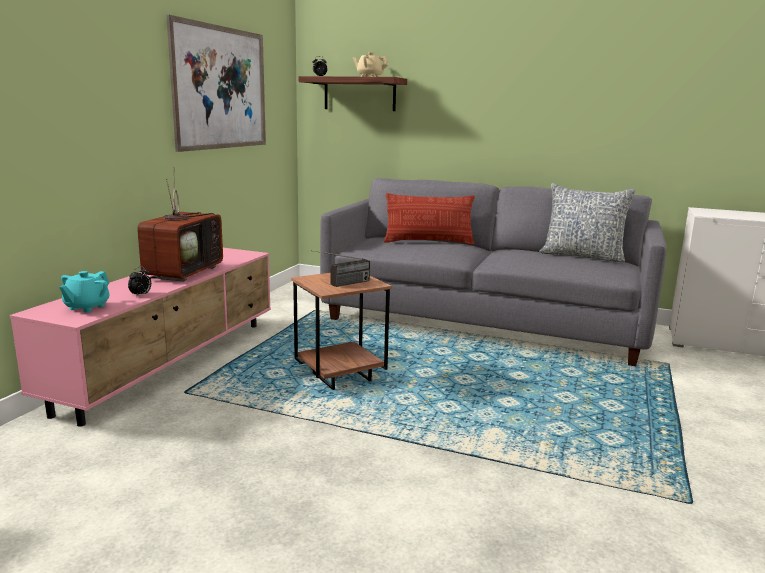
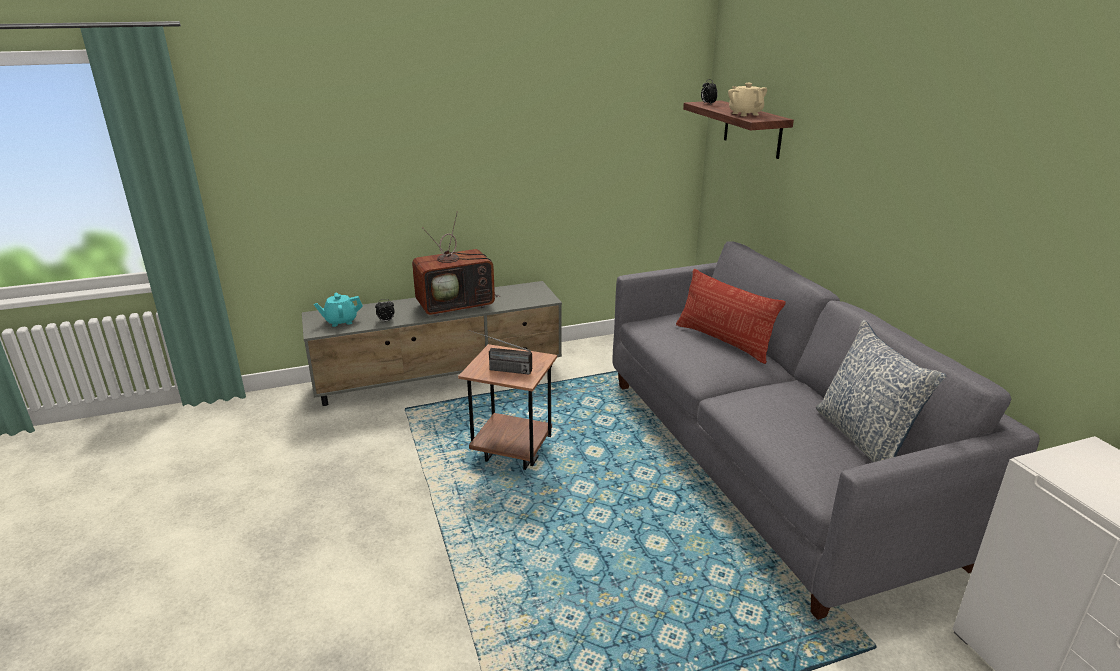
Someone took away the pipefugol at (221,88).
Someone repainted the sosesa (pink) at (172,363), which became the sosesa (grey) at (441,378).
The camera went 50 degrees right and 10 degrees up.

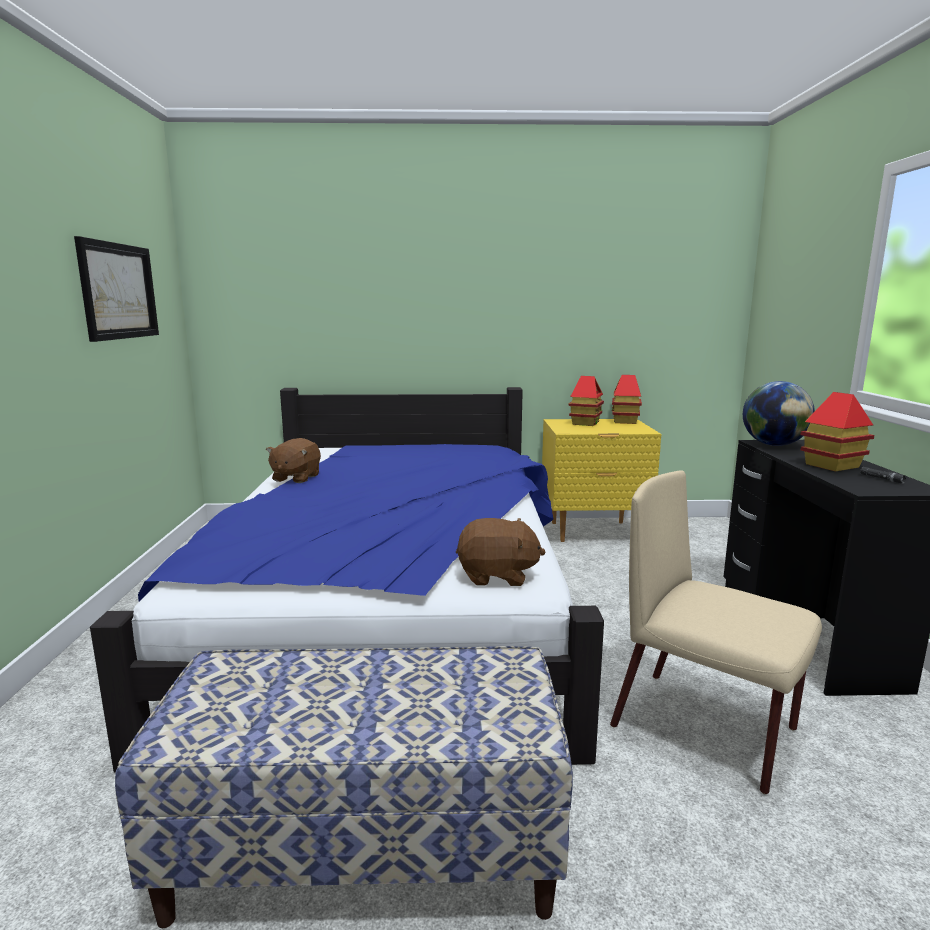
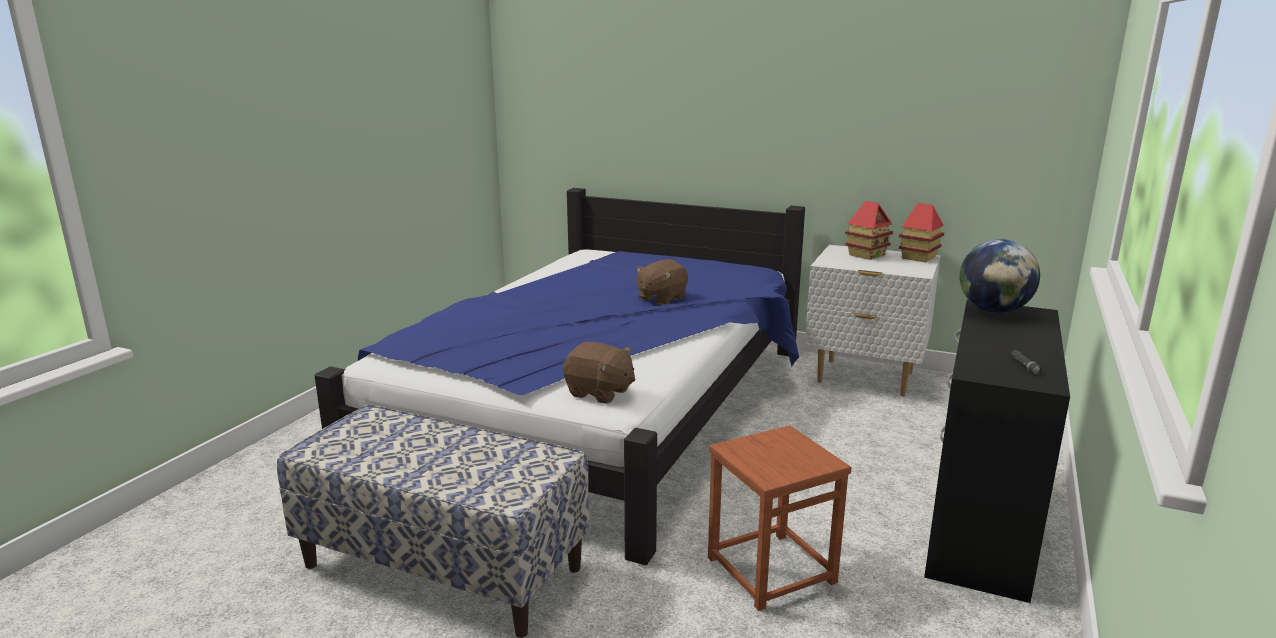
Someone took away the pipefugol at (118,291).
Someone took away the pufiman at (832,465).
Someone repainted the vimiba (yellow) at (593,532), which became the vimiba (white) at (865,378).
Someone carried the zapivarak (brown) from (295,478) to (661,298).
Someone swapped the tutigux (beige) at (706,728) for the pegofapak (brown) at (770,569).
The camera went 25 degrees right and 5 degrees up.

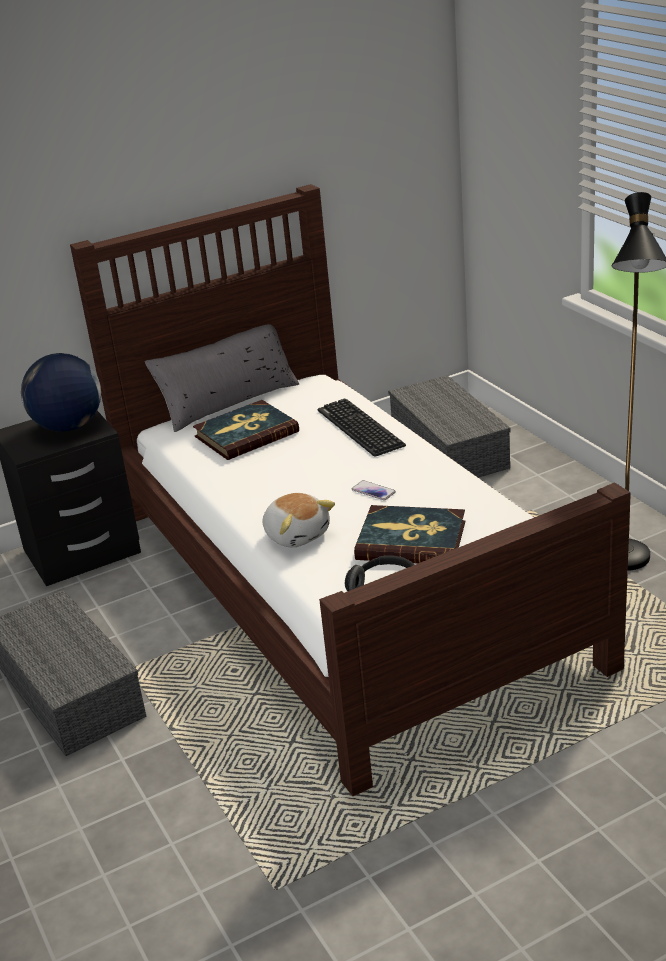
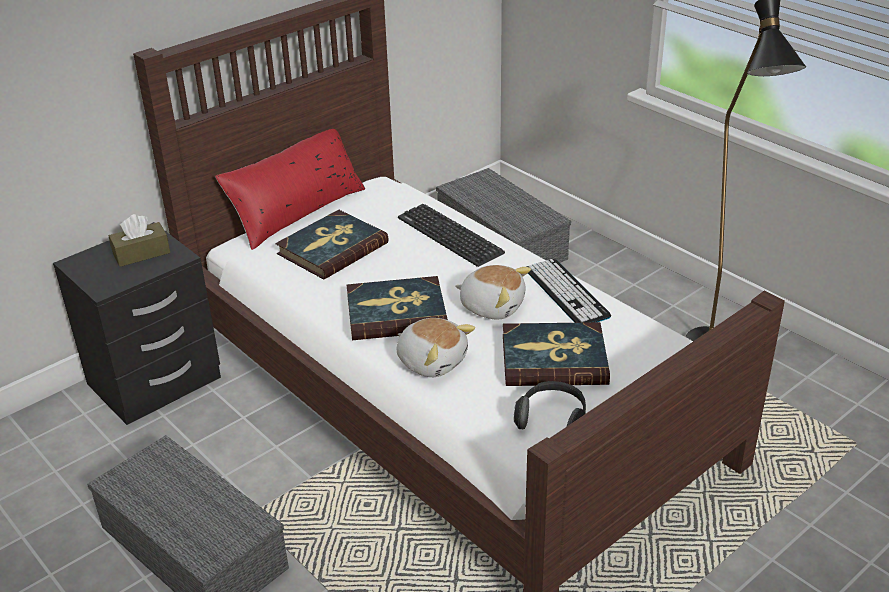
Someone repainted the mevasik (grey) at (228,402), which became the mevasik (red) at (297,212).
Someone swapped the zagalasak at (68,427) for the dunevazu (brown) at (141,253).
Someone swapped the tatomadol at (373,491) for the zapivarak at (492,306).
Someone put down the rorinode at (566,293).
Someone put down the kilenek at (396,313).
The camera went 15 degrees left and 5 degrees up.

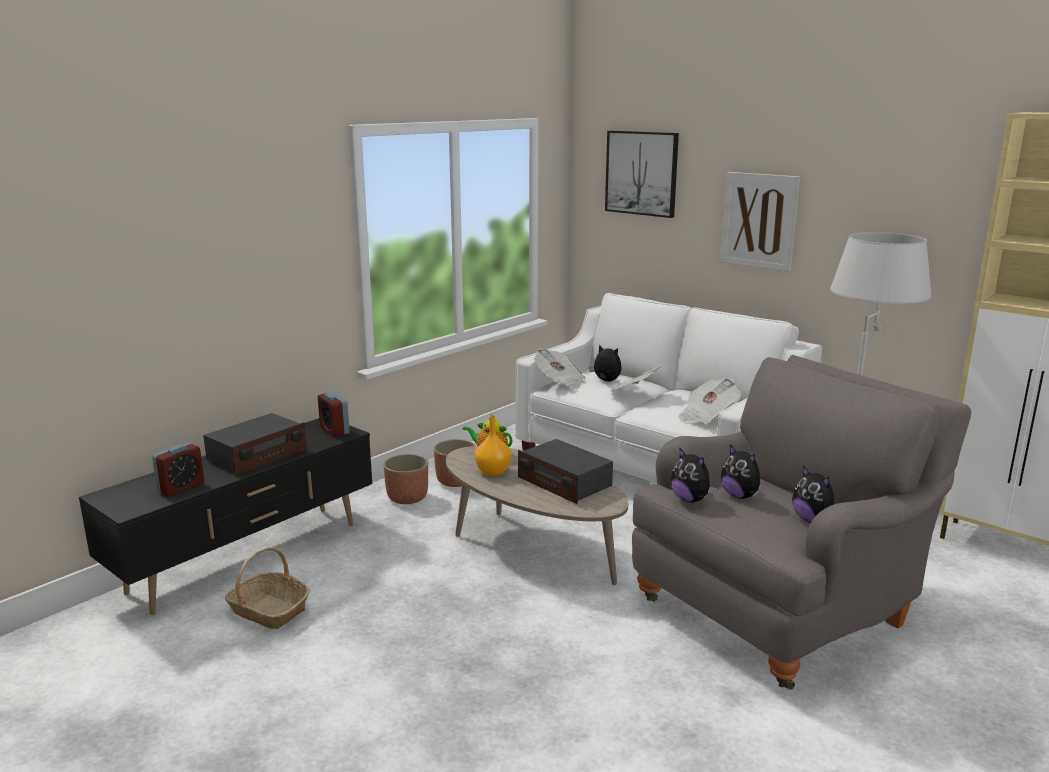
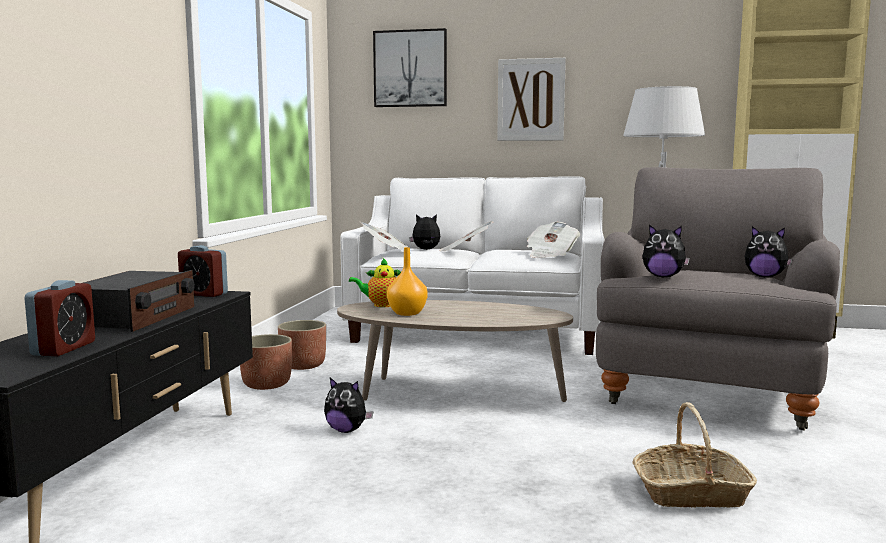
Someone took away the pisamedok at (564,482).
Someone carried the zapivarak from (740,496) to (347,430).
Someone carried the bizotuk from (268,610) to (691,493).
The camera went 30 degrees left and 10 degrees down.

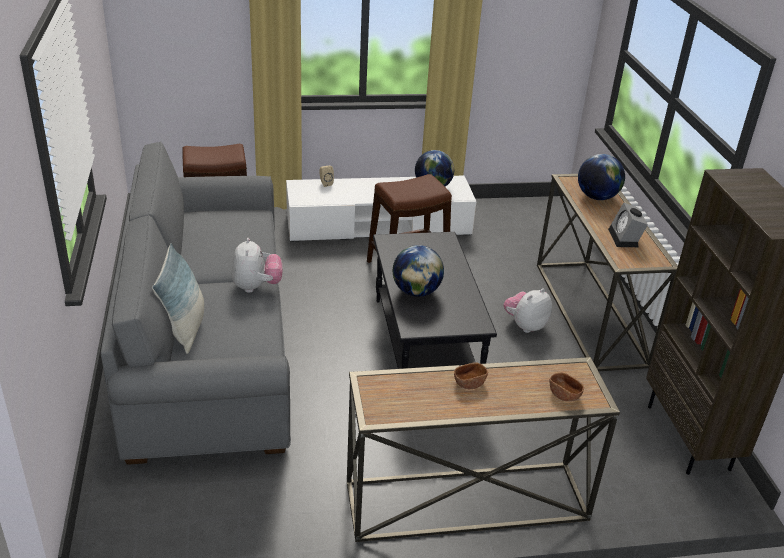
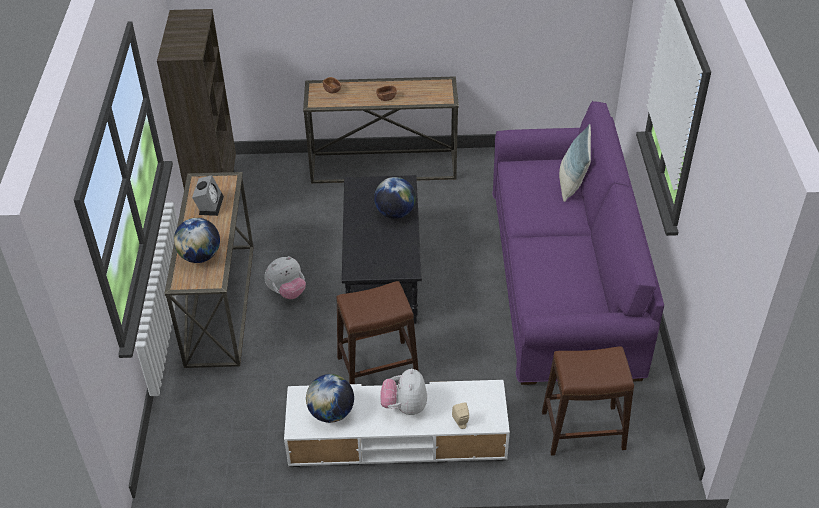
Someone repainted the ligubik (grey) at (208,345), which became the ligubik (purple) at (563,281).
Someone carried the zapivarak from (256,287) to (404,407).
The camera went 170 degrees left and 10 degrees up.

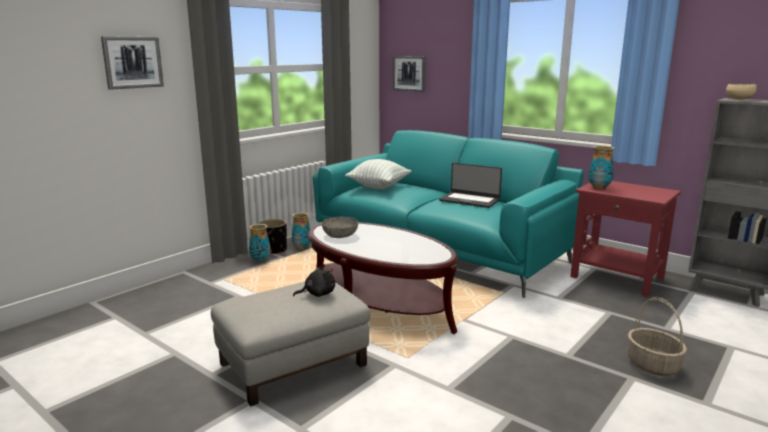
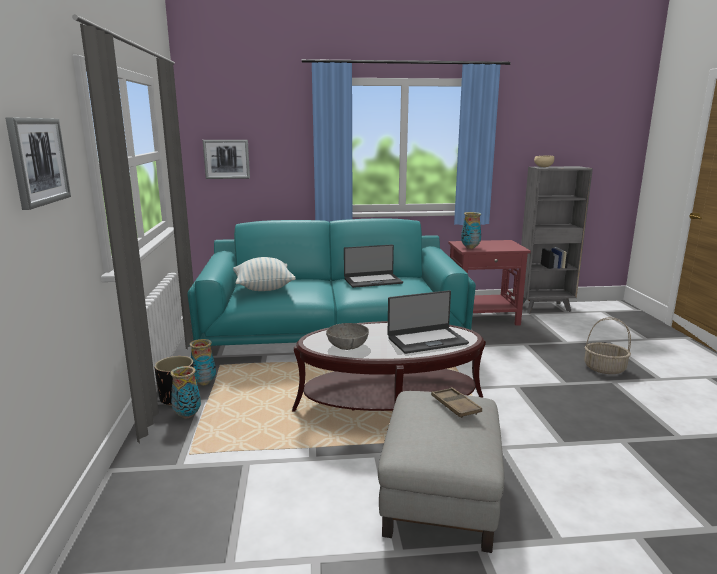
Someone swapped the zapivarak (black) at (317,294) for the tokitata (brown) at (455,406).
Someone put down the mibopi at (426,340).
The camera went 45 degrees left and 0 degrees up.

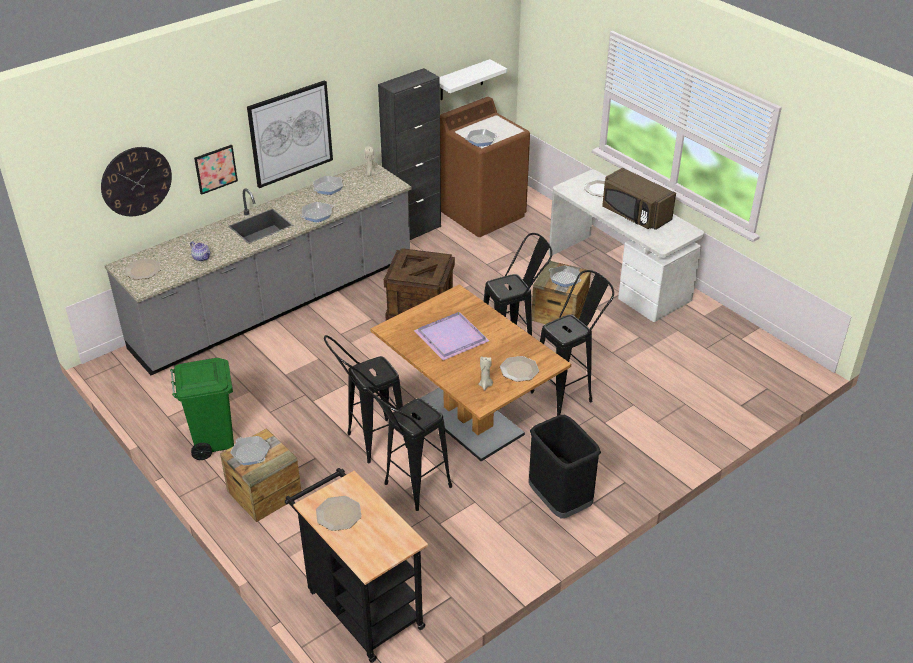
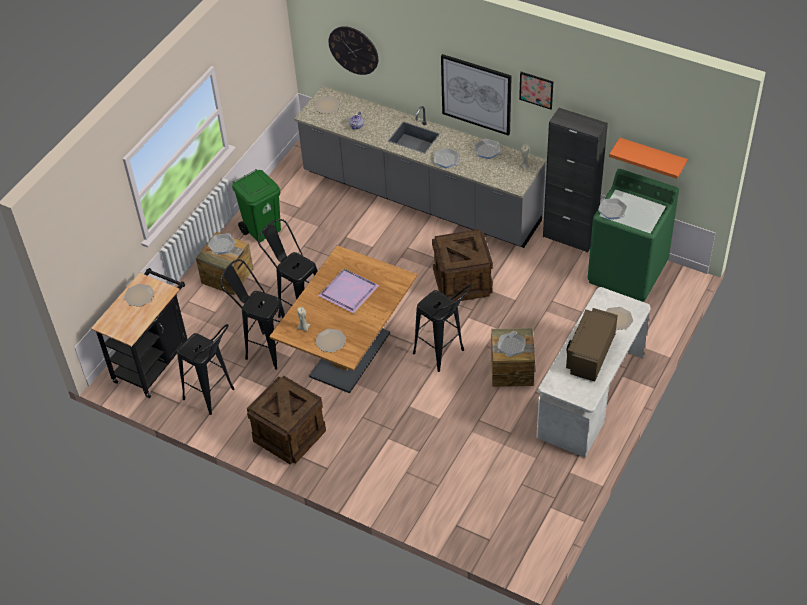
Someone repainted the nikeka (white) at (461,80), which became the nikeka (orange) at (652,157).
Someone repainted the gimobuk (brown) at (482,213), which became the gimobuk (green) at (628,272).
Someone carried the pipefugol from (215,169) to (536,90).
Someone carried the pegofapak (black) from (568,393) to (215,397).
Someone swapped the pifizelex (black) at (559,502) for the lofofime at (289,434).
The camera went 70 degrees right and 10 degrees up.

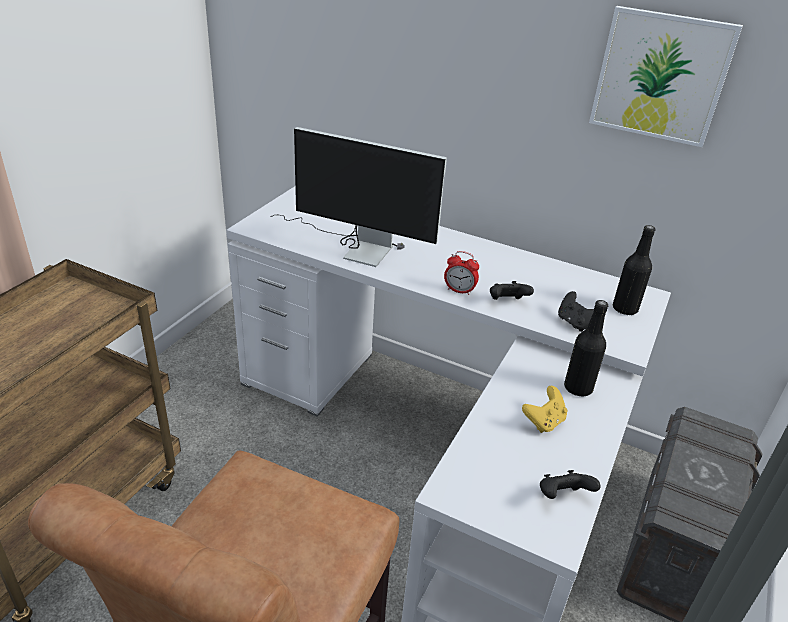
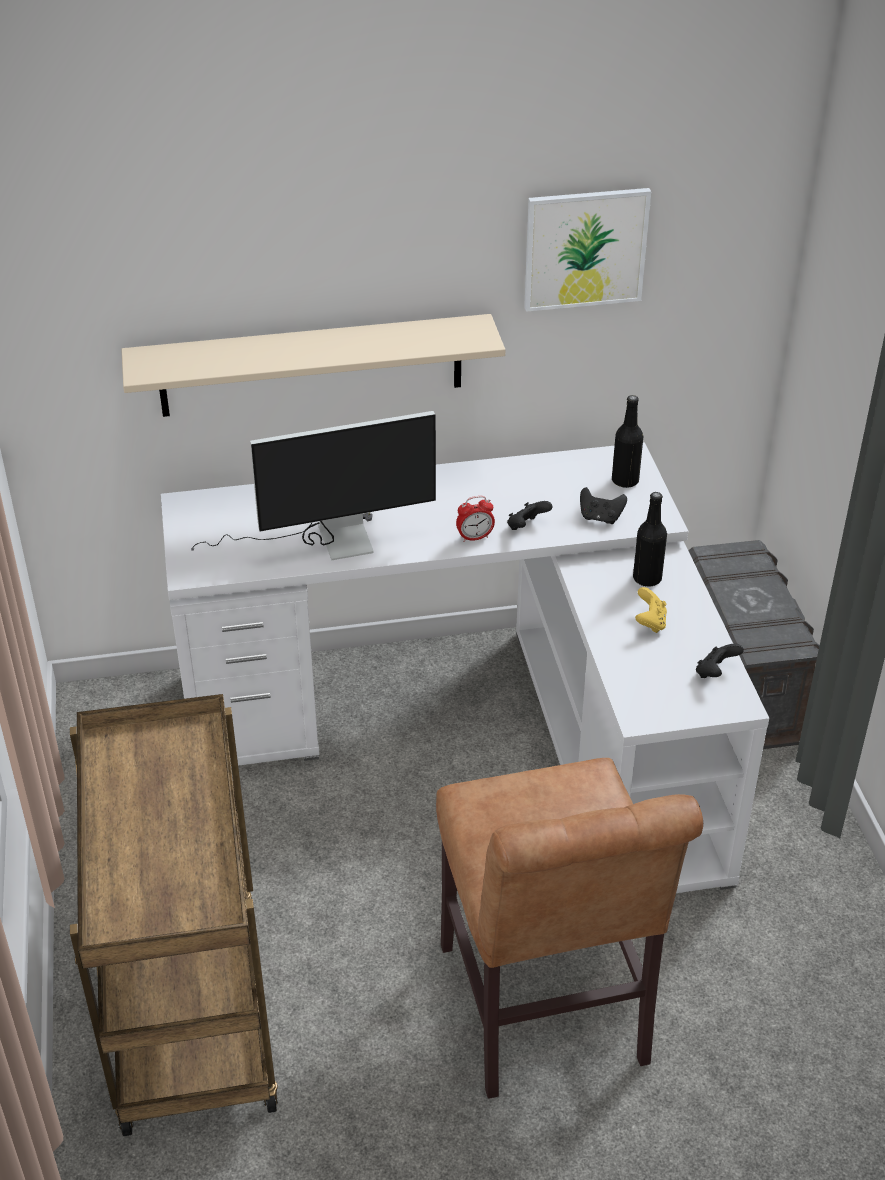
Someone put up the nikeka (beige) at (311,365).
The camera went 35 degrees left and 5 degrees up.

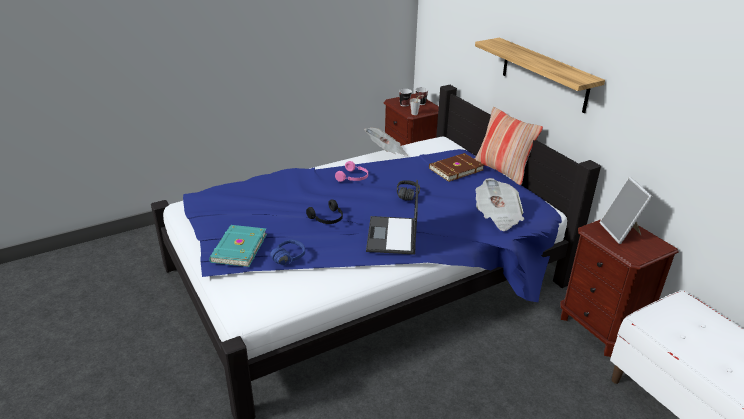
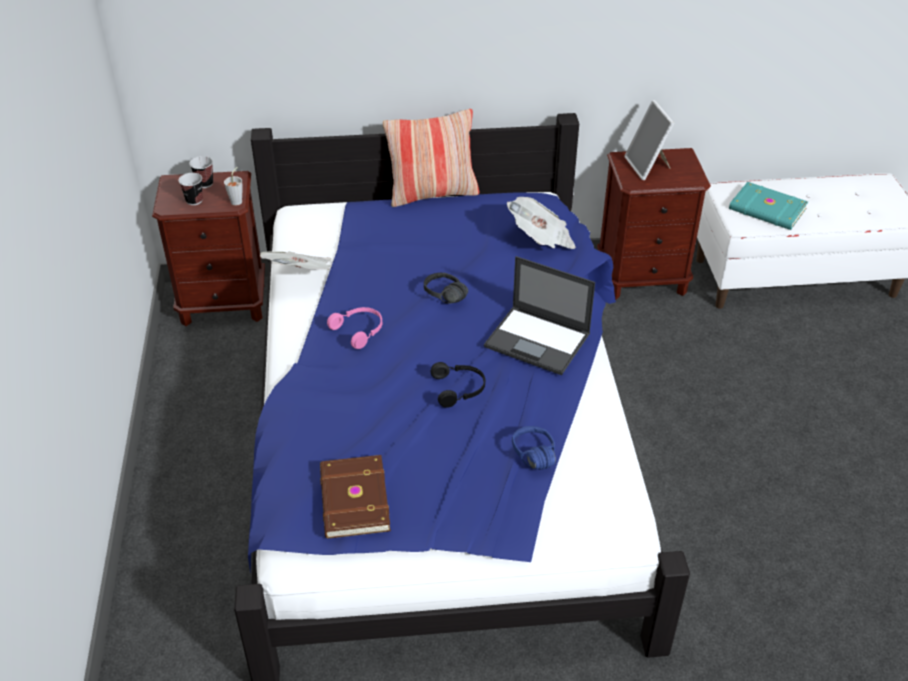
Someone took away the nikeka at (544,75).
Someone carried the kilenek (brown) from (455,169) to (352,500).
Someone rotated the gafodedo at (621,232) by 60 degrees clockwise.
Someone carried the kilenek (turquoise) from (238,248) to (767,210).
The camera went 65 degrees left and 10 degrees up.

